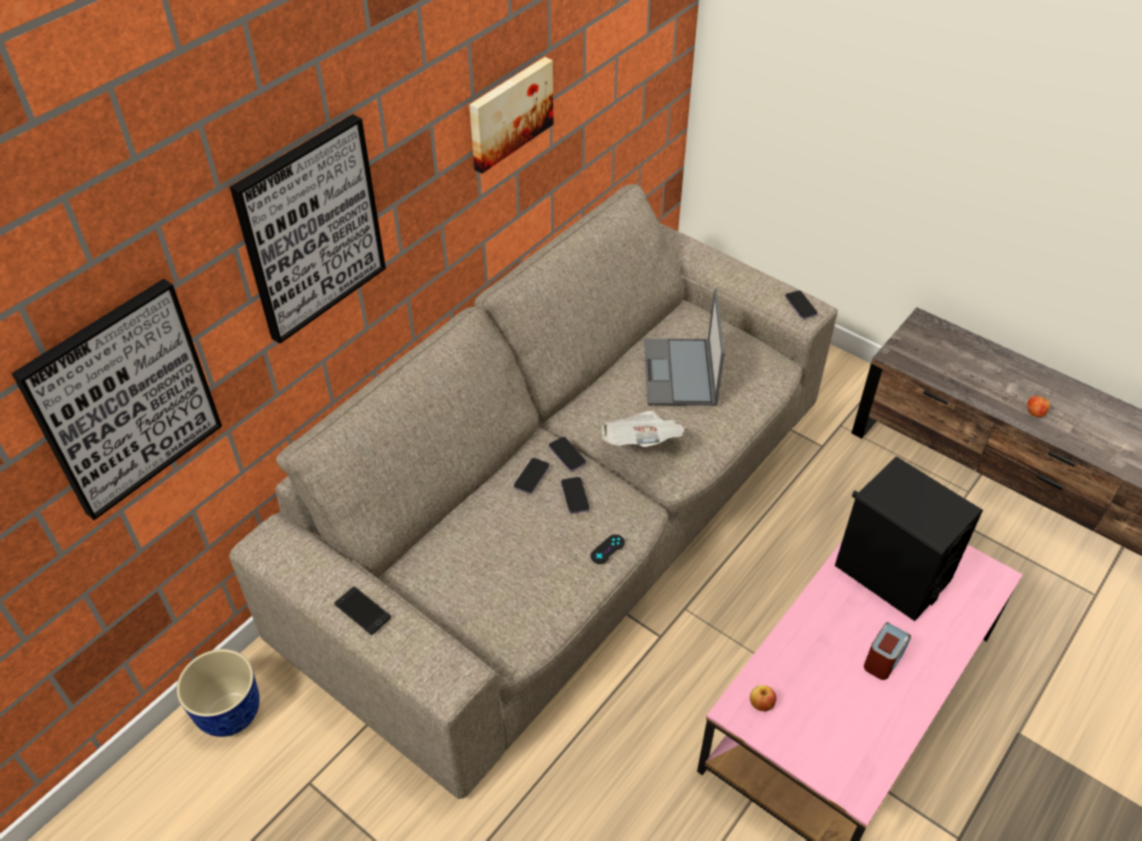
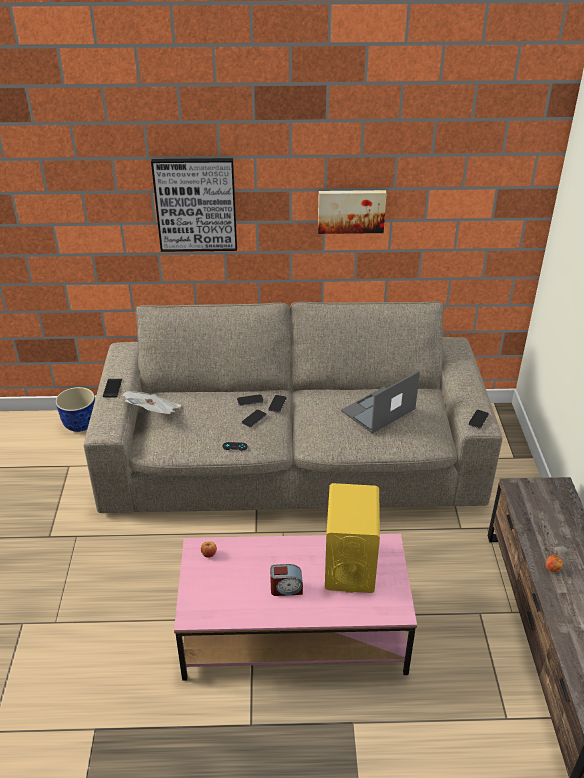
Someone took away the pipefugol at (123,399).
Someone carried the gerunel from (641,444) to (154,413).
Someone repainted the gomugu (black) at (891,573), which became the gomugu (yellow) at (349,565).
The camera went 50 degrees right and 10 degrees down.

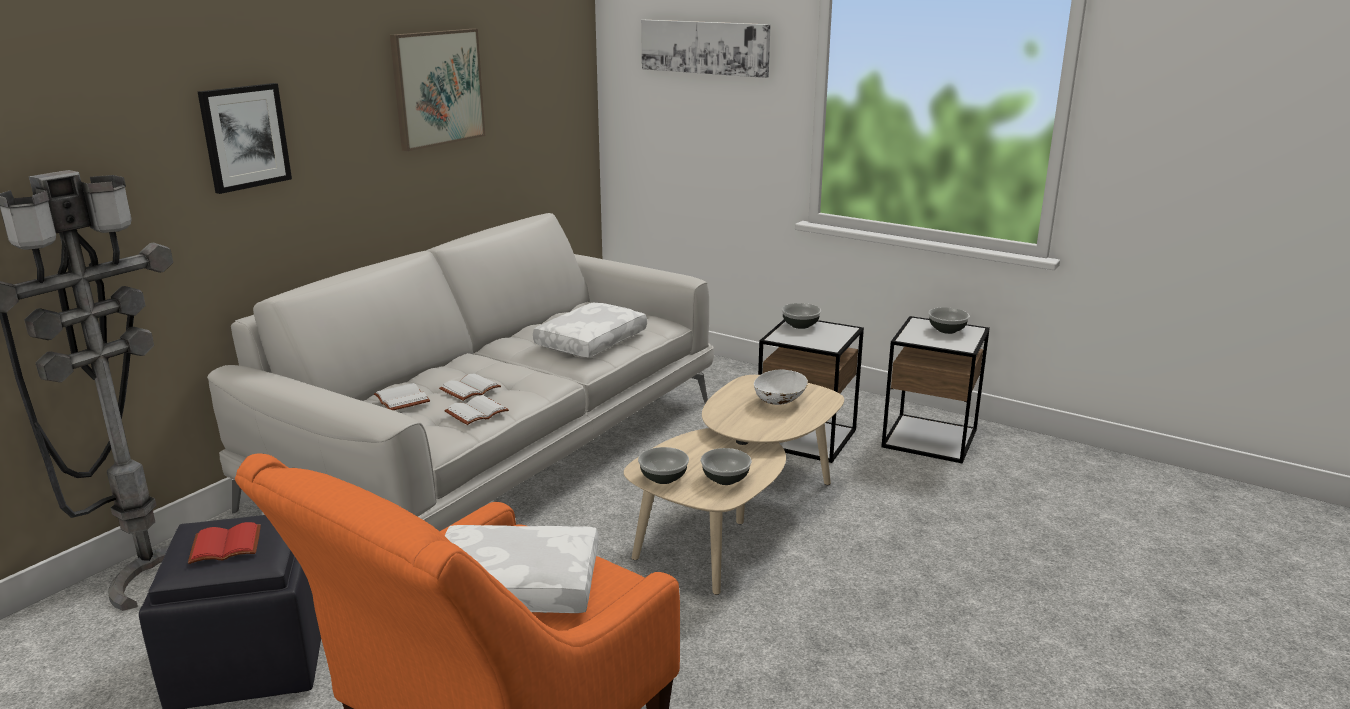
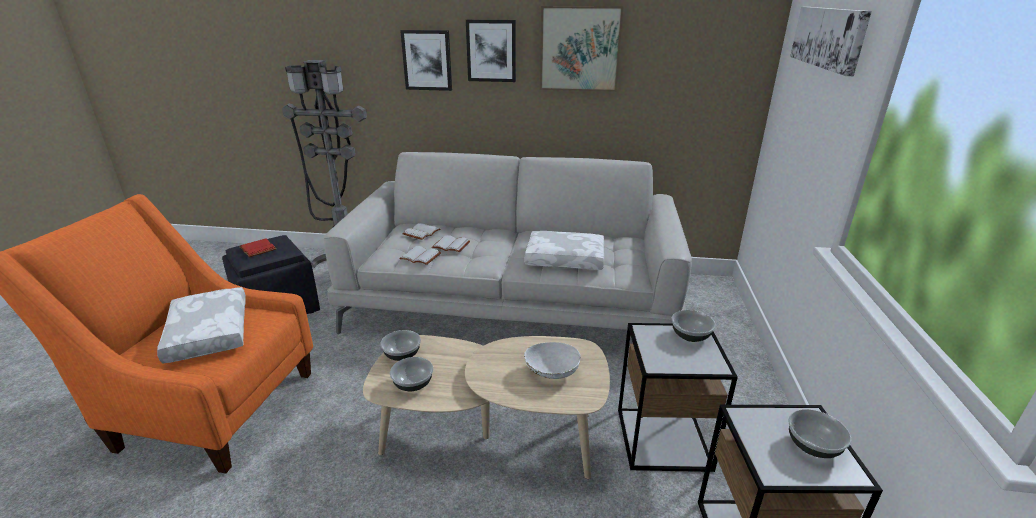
Someone put up the pipefugol at (491,51).
The camera went 65 degrees right and 5 degrees up.

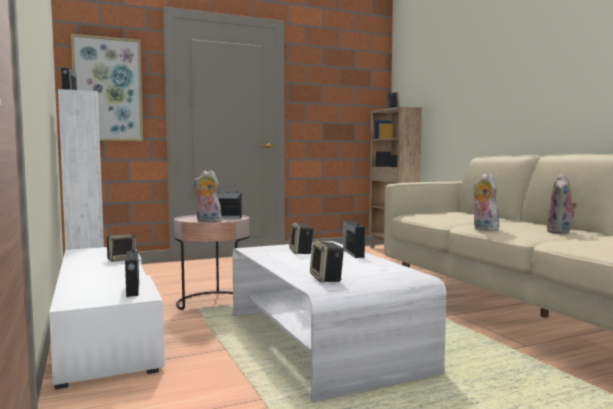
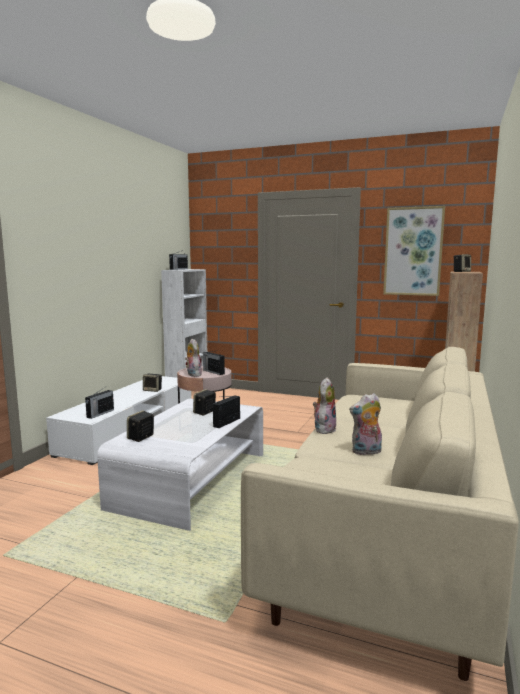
Someone carried the pipefugol from (108,89) to (413,251).
The camera went 45 degrees right and 5 degrees up.

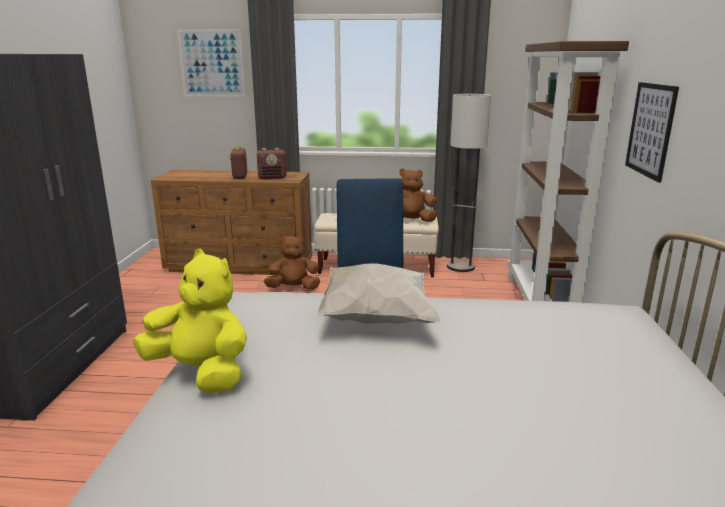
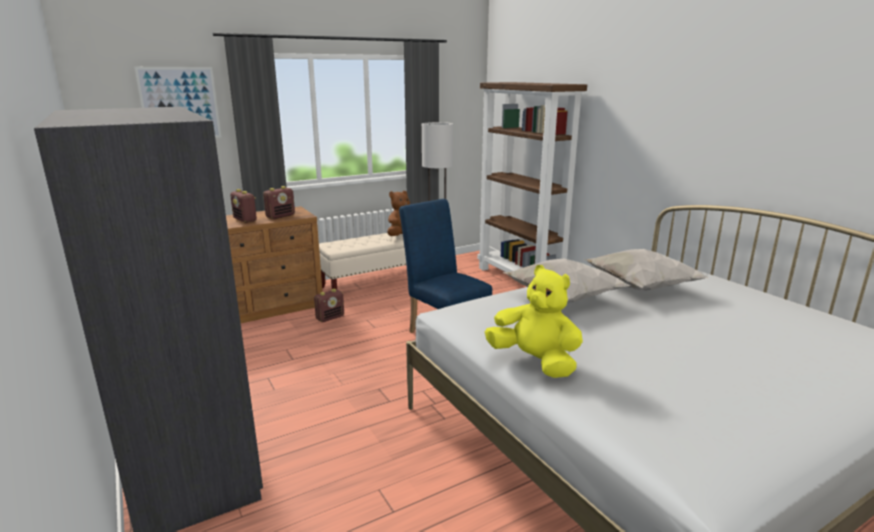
Someone took away the pipefugol at (650,130).
Someone swapped the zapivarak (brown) at (293,288) for the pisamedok at (330,318).
Someone rotated the zapivarak (yellow) at (201,373) by 45 degrees clockwise.
Someone put down the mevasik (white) at (639,287).
The camera went 35 degrees left and 0 degrees up.

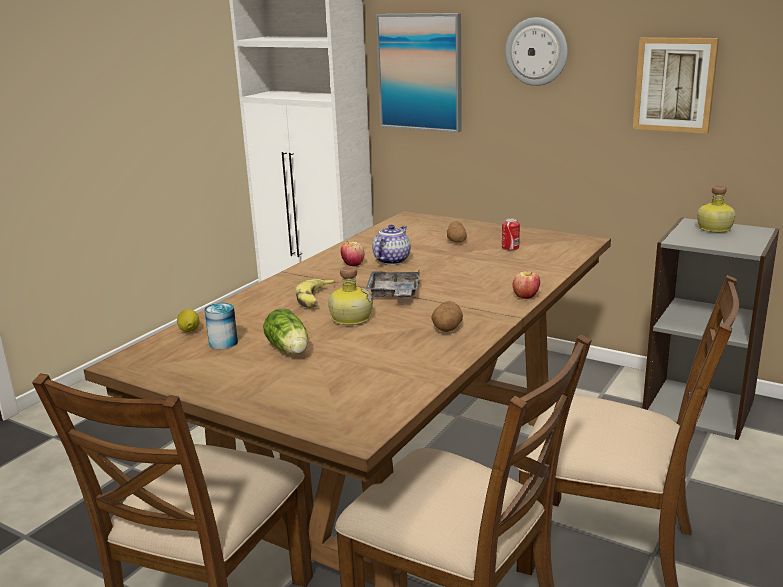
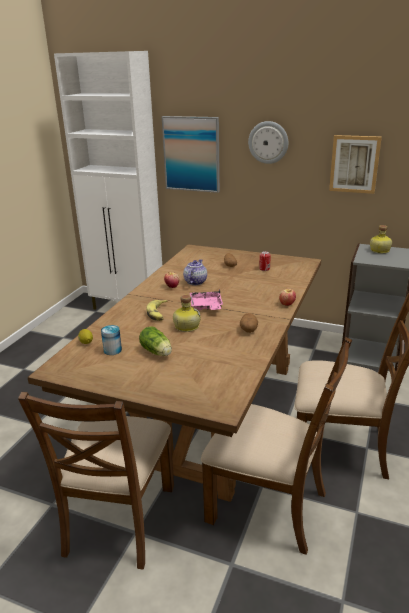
Someone repainted the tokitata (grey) at (394,293), which became the tokitata (pink) at (206,306).
The camera went 10 degrees left and 5 degrees up.

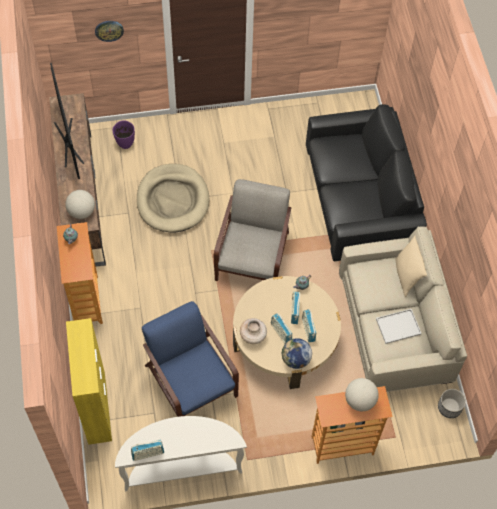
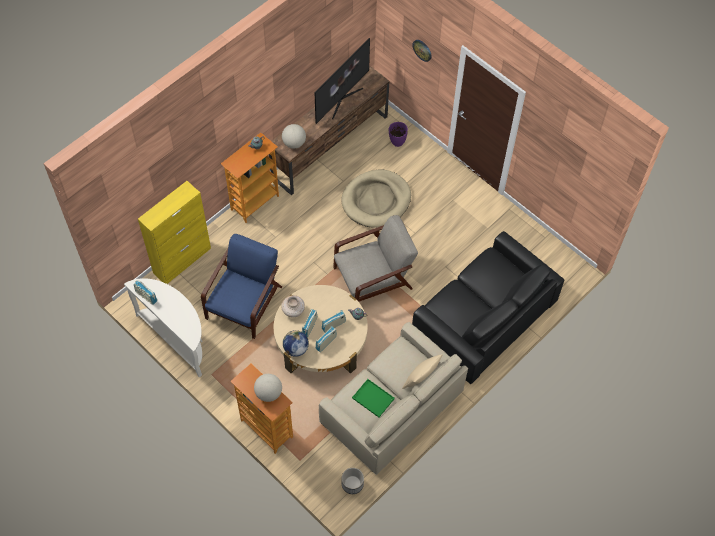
Someone repainted the tokitata (white) at (397,327), which became the tokitata (green) at (372,398).
The camera went 55 degrees right and 0 degrees up.

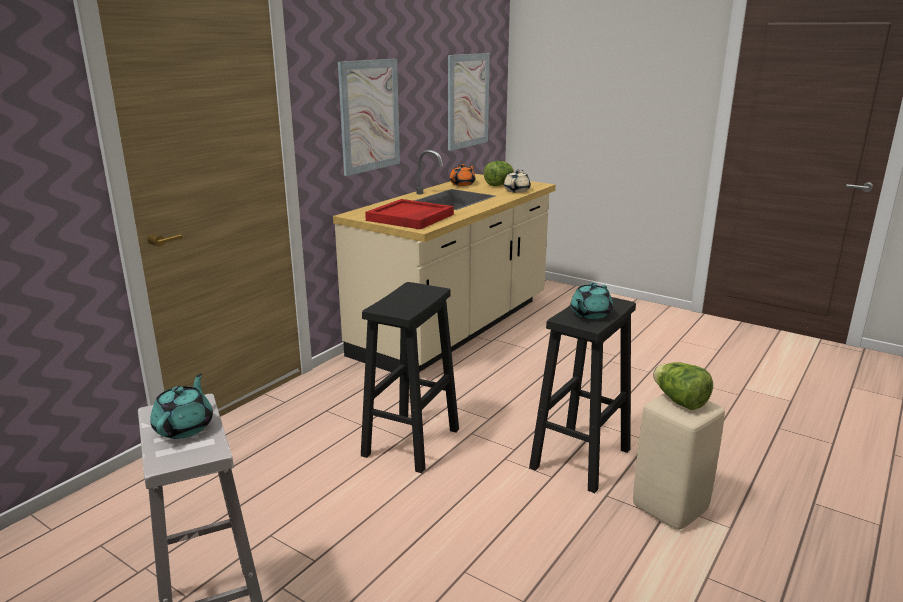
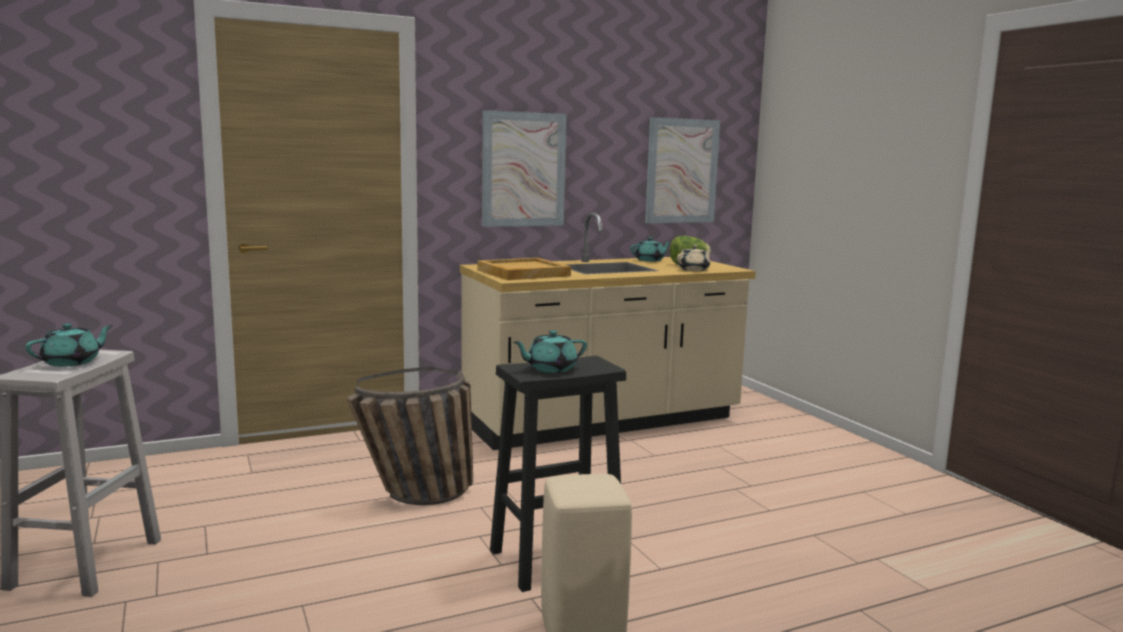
Someone repainted the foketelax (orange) at (463,184), which became the foketelax (turquoise) at (650,260).
Someone repainted the tokitata (red) at (410,217), which became the tokitata (beige) at (523,273).
Someone swapped the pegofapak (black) at (412,441) for the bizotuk at (416,497).
Someone took away the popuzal at (679,401).
The camera went 30 degrees right and 10 degrees down.

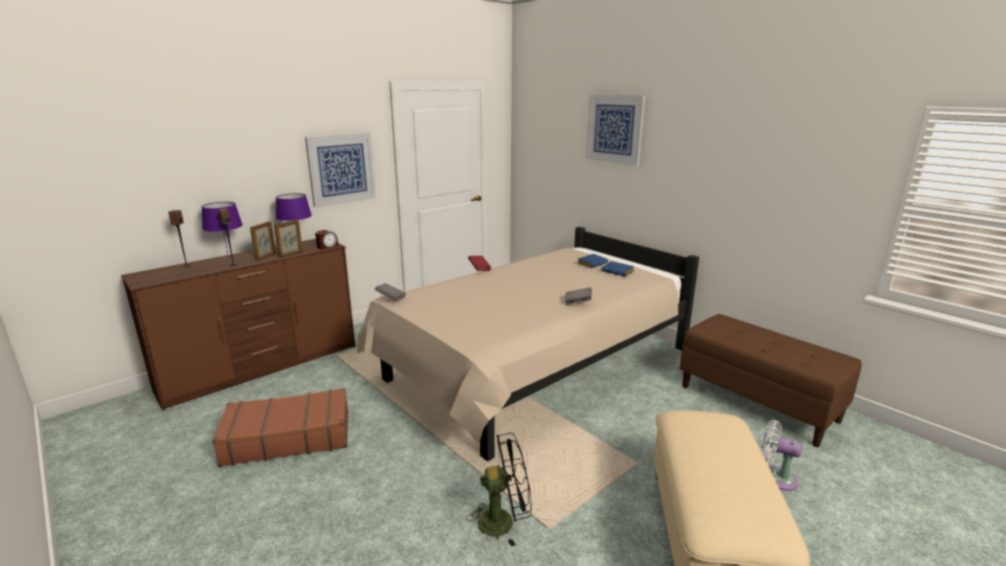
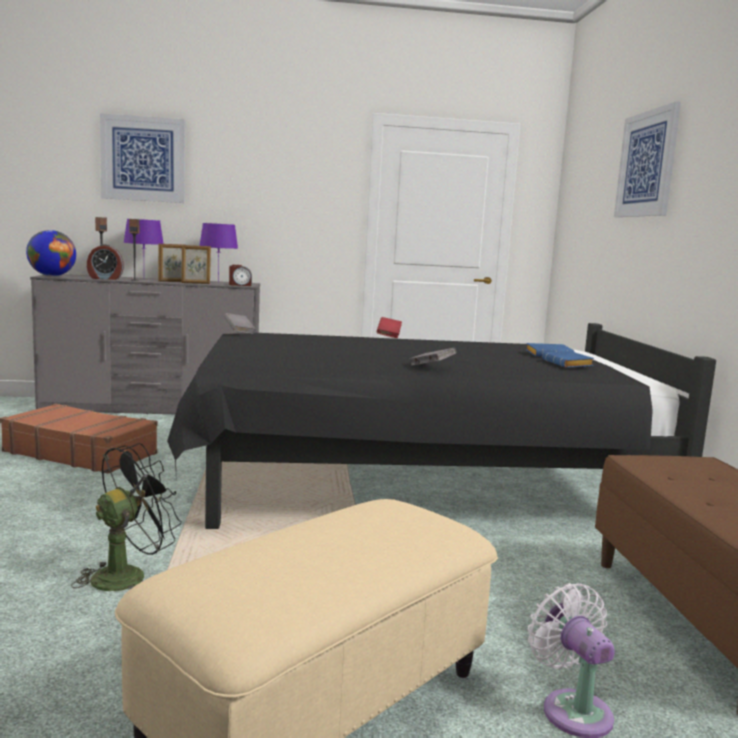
Someone carried the pipefugol from (341,169) to (143,159).
Someone repainted the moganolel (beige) at (534,367), which became the moganolel (black) at (413,482).
Someone repainted the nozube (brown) at (262,367), which became the nozube (grey) at (152,408).
Someone rotated the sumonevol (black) at (504,521) by 75 degrees counterclockwise.
Someone put down the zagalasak at (52,276).
Someone put down the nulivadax at (105,278).
The camera went 35 degrees right and 10 degrees down.

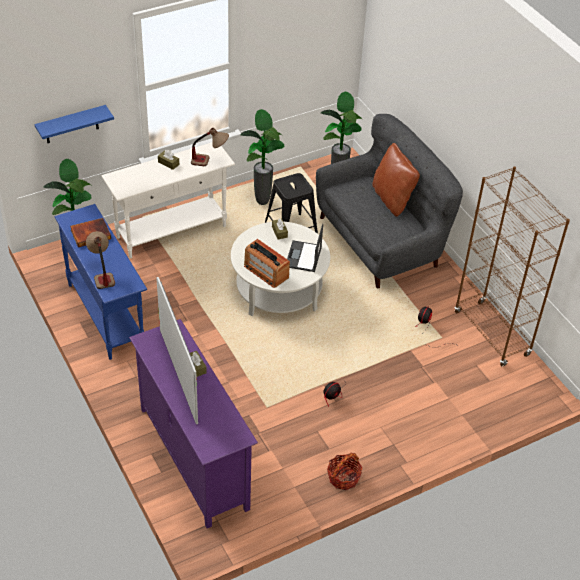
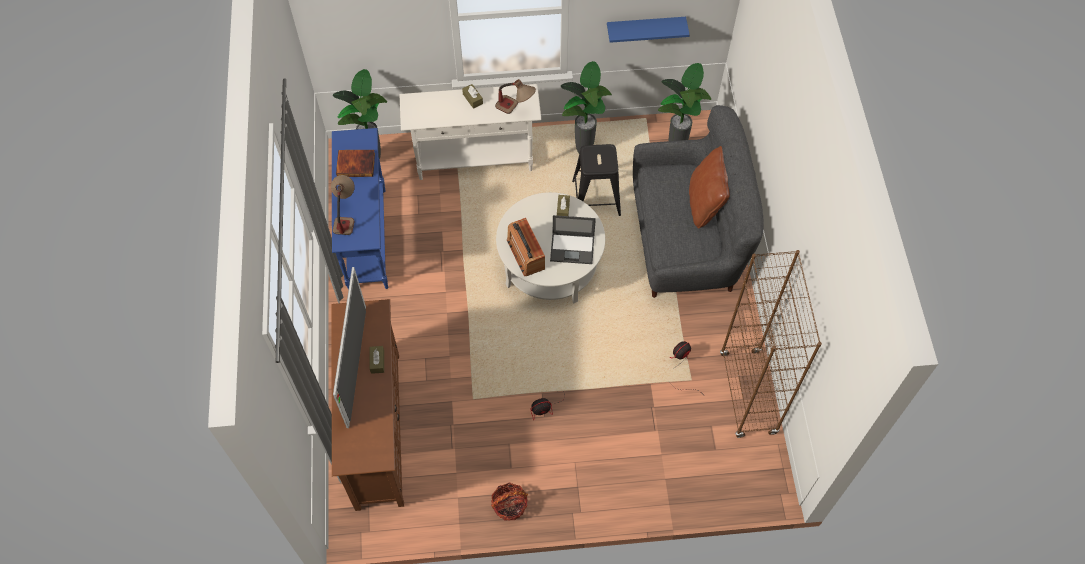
Someone carried the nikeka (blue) from (71,125) to (645,29).
Someone rotated the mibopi at (303,257) by 120 degrees counterclockwise.
Someone repainted the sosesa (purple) at (192,458), which became the sosesa (brown) at (377,429).
The camera went 25 degrees right and 15 degrees up.

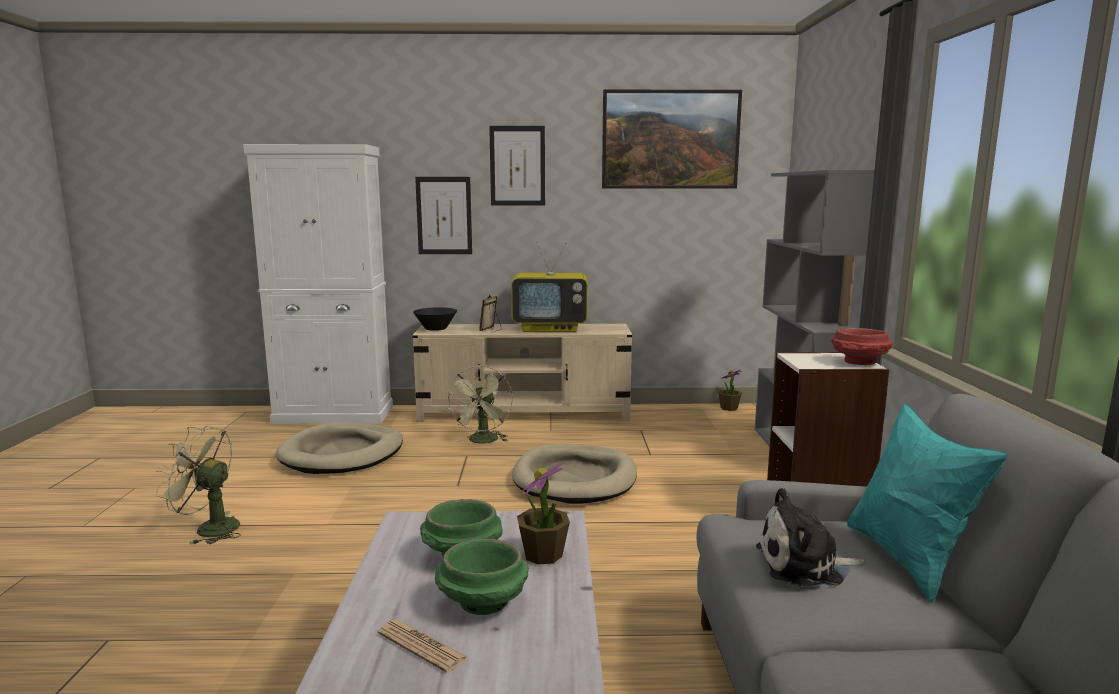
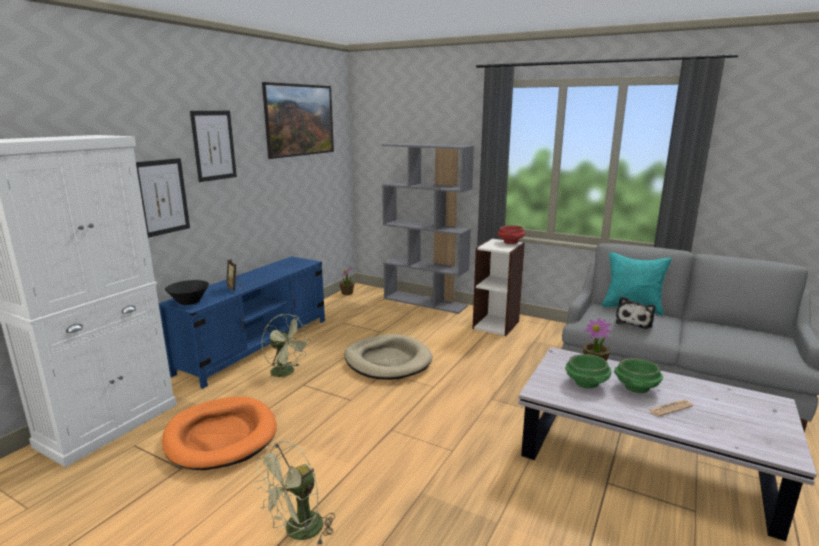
Someone took away the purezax at (551,328).
Someone repainted the sosesa (beige) at (525,413), which became the sosesa (blue) at (257,345).
Someone repainted the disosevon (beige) at (342,454), which became the disosevon (orange) at (221,436).
The camera went 60 degrees left and 5 degrees up.

